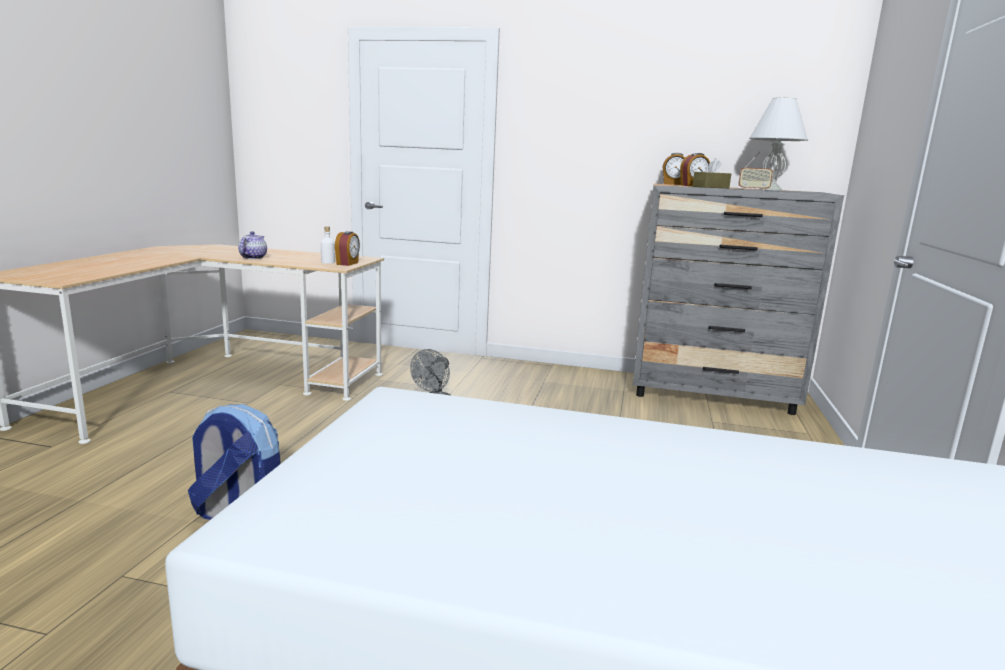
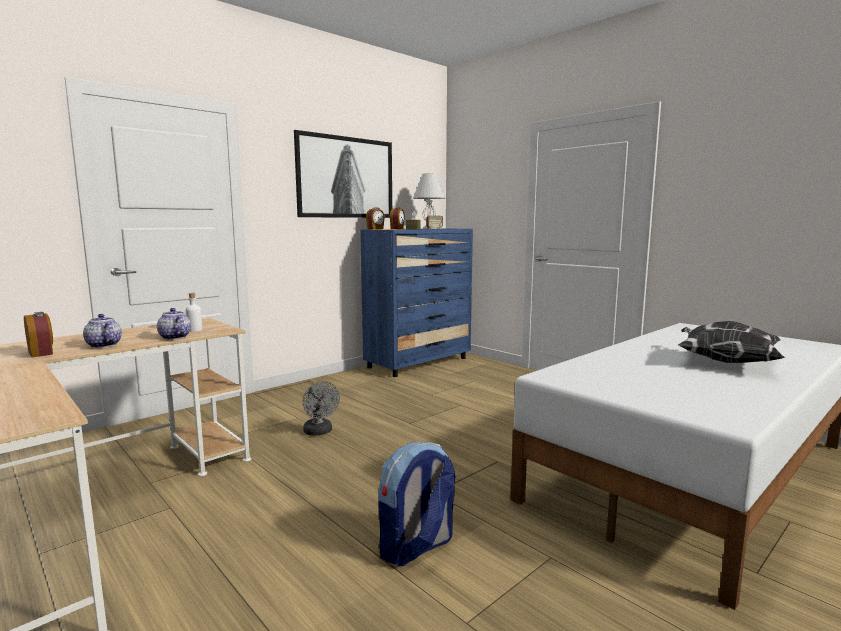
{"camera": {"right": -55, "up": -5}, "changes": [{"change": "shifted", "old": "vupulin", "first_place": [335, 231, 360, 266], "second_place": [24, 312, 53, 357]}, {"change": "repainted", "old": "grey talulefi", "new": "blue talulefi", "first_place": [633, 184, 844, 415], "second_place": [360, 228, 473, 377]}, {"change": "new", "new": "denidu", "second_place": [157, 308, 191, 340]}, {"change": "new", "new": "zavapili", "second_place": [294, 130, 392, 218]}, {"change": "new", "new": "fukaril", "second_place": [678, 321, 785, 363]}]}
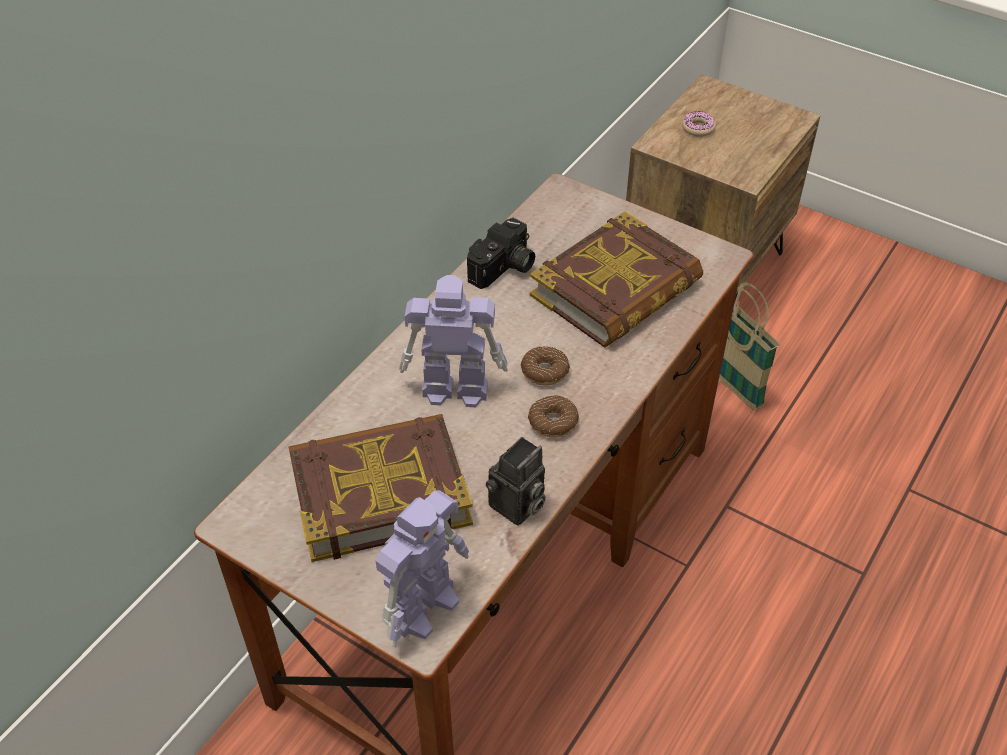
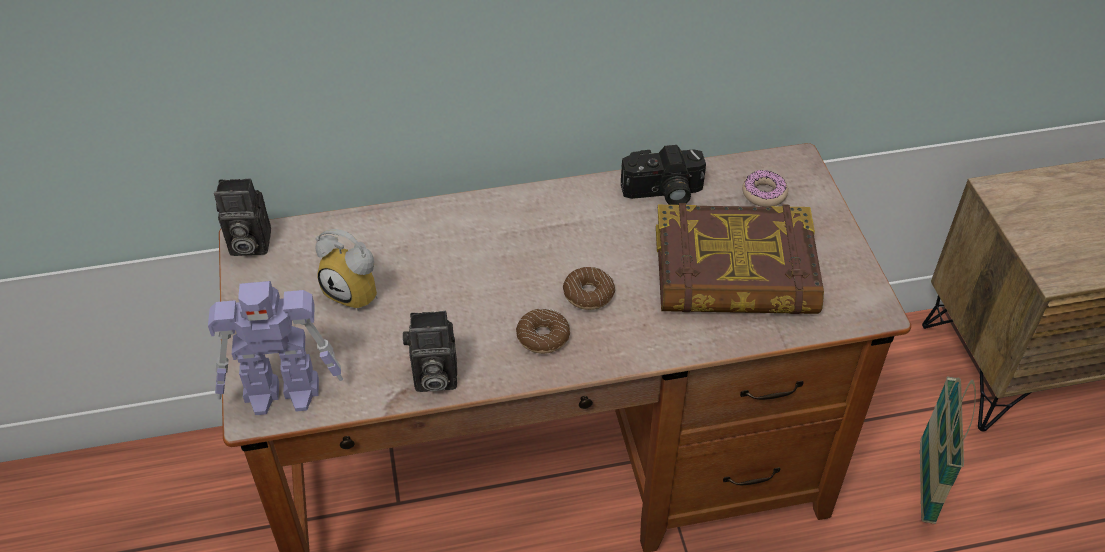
{"camera": {"right": 45, "up": 0}, "changes": [{"change": "swapped", "old": "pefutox", "new": "vupulin", "first_place": [289, 414, 473, 562], "second_place": [315, 229, 378, 311]}, {"change": "gone", "old": "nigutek", "first_place": [399, 275, 508, 408]}, {"change": "shifted", "old": "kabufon", "first_place": [682, 111, 716, 137], "second_place": [742, 170, 788, 207]}, {"change": "new", "new": "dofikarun", "second_place": [214, 178, 271, 256]}]}
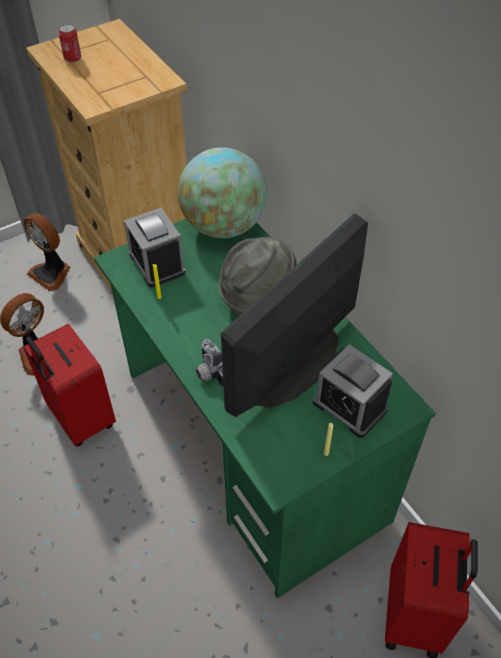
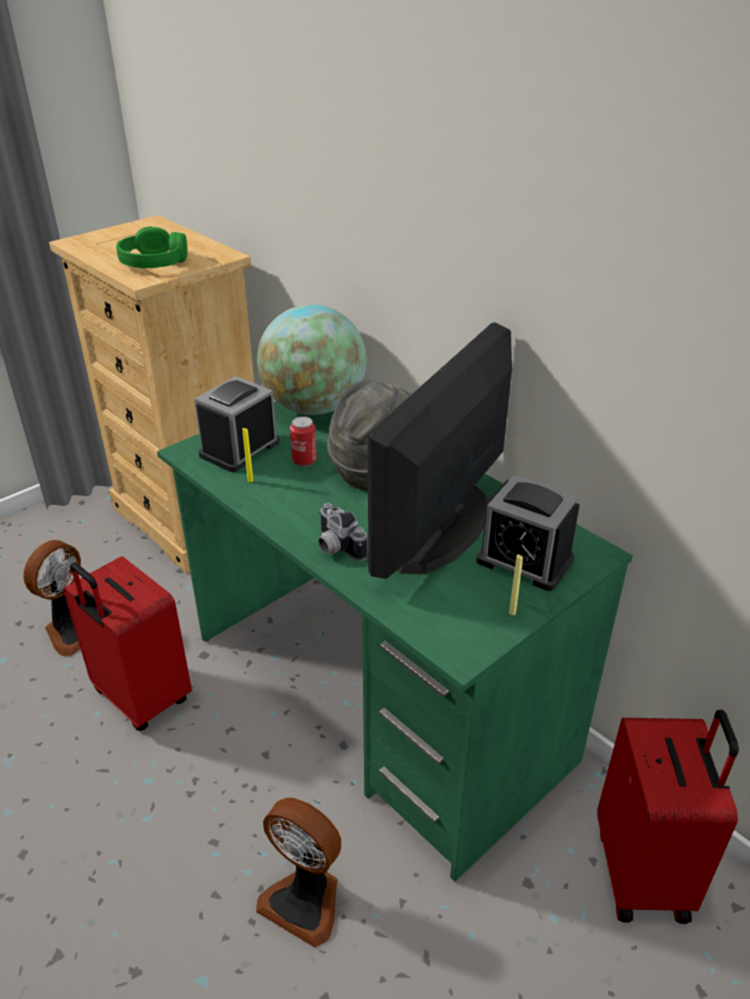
{"camera": {"right": -10, "up": -15}, "changes": [{"change": "shifted", "old": "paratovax", "first_place": [24, 213, 70, 291], "second_place": [256, 798, 341, 948]}, {"change": "shifted", "old": "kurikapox", "first_place": [58, 24, 81, 62], "second_place": [290, 416, 317, 466]}, {"change": "rotated", "old": "vupulin", "first_place": [124, 208, 185, 287], "second_place": [194, 376, 280, 472], "degrees": 75}, {"change": "new", "new": "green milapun", "second_place": [116, 226, 188, 268]}]}
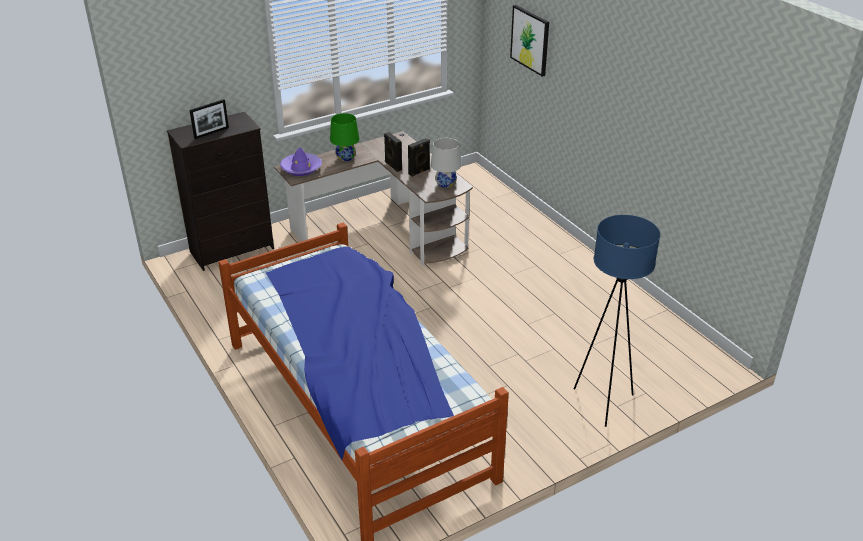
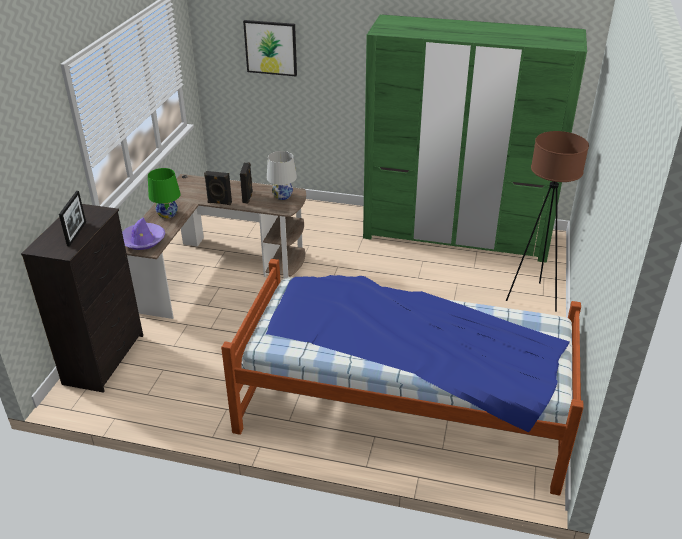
{"camera": {"right": -45, "up": 0}, "changes": [{"change": "repainted", "old": "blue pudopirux", "new": "brown pudopirux", "first_place": [574, 215, 660, 427], "second_place": [506, 131, 589, 312]}, {"change": "new", "new": "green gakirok", "second_place": [363, 15, 587, 263]}]}
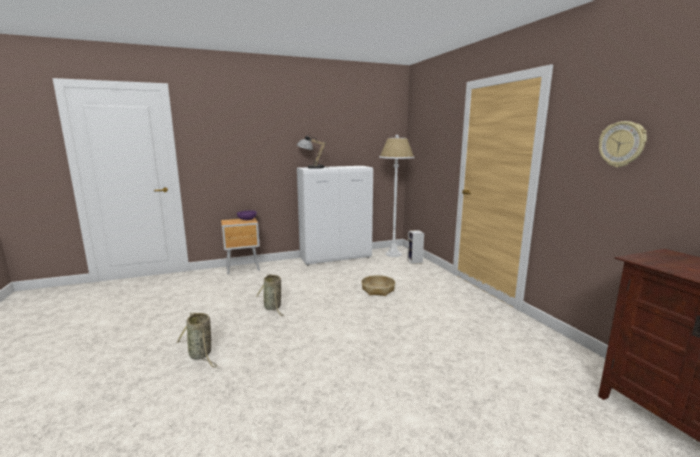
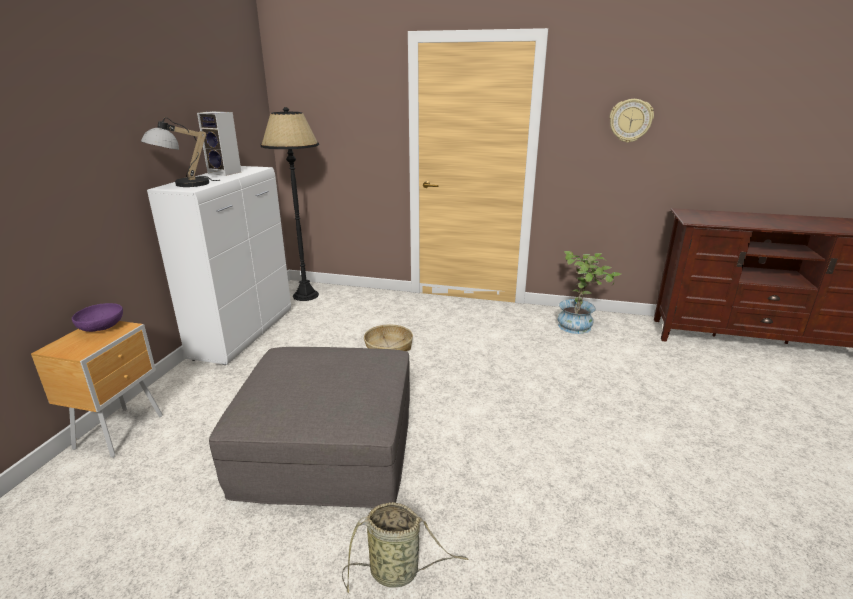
{"camera": {"right": -55, "up": 10}, "changes": [{"change": "swapped", "old": "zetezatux", "new": "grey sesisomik", "first_place": [256, 274, 284, 316], "second_place": [209, 347, 410, 508]}, {"change": "repainted", "old": "white pudopirux", "new": "black pudopirux", "first_place": [379, 135, 415, 257], "second_place": [261, 107, 319, 301]}, {"change": "shifted", "old": "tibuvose", "first_place": [407, 230, 424, 264], "second_place": [197, 111, 241, 176]}, {"change": "new", "new": "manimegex", "second_place": [558, 251, 621, 334]}]}
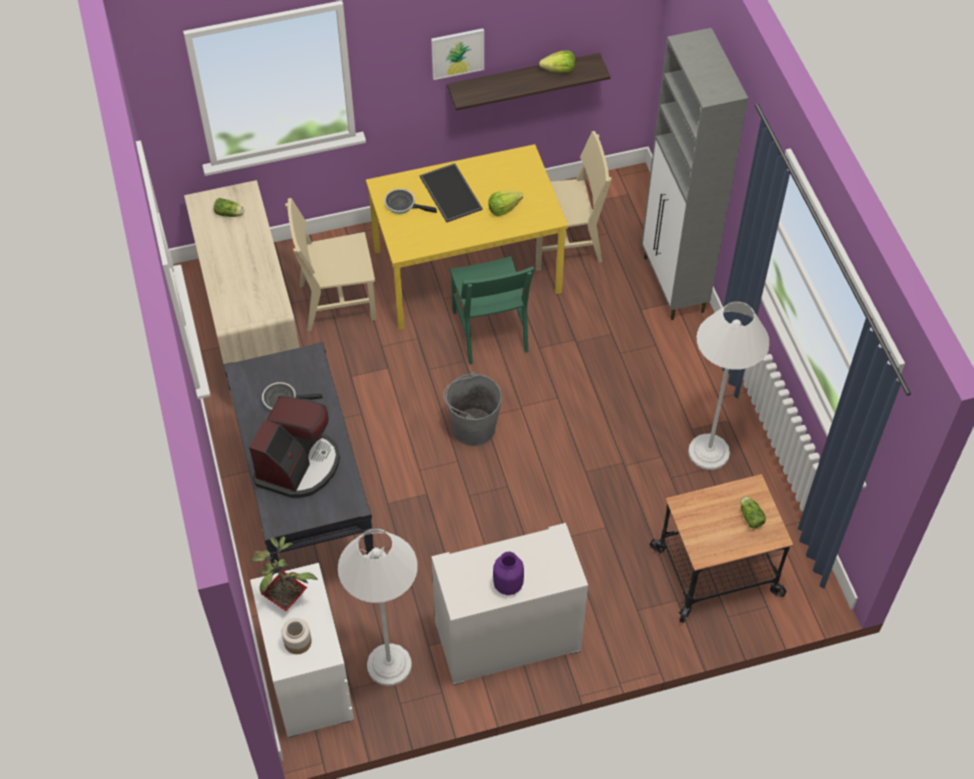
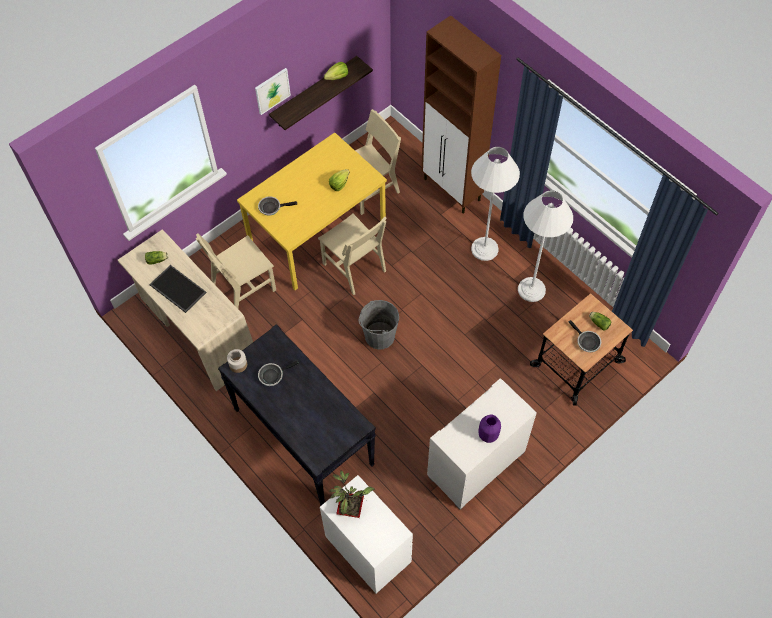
{"camera": {"right": -25, "up": 5}, "changes": [{"change": "gone", "old": "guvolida", "first_place": [249, 396, 340, 498]}, {"change": "shifted", "old": "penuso", "first_place": [282, 618, 312, 654], "second_place": [227, 349, 247, 373]}, {"change": "shifted", "old": "white pudopirux", "first_place": [338, 529, 418, 686], "second_place": [471, 147, 520, 261]}, {"change": "shifted", "old": "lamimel", "first_place": [420, 163, 483, 223], "second_place": [149, 265, 207, 313]}, {"change": "repainted", "old": "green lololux", "new": "beige lololux", "first_place": [449, 256, 534, 365], "second_place": [318, 214, 386, 295]}, {"change": "repainted", "old": "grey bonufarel", "new": "brown bonufarel", "first_place": [642, 28, 748, 320], "second_place": [422, 15, 501, 213]}, {"change": "new", "new": "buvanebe", "second_place": [569, 320, 601, 352]}]}
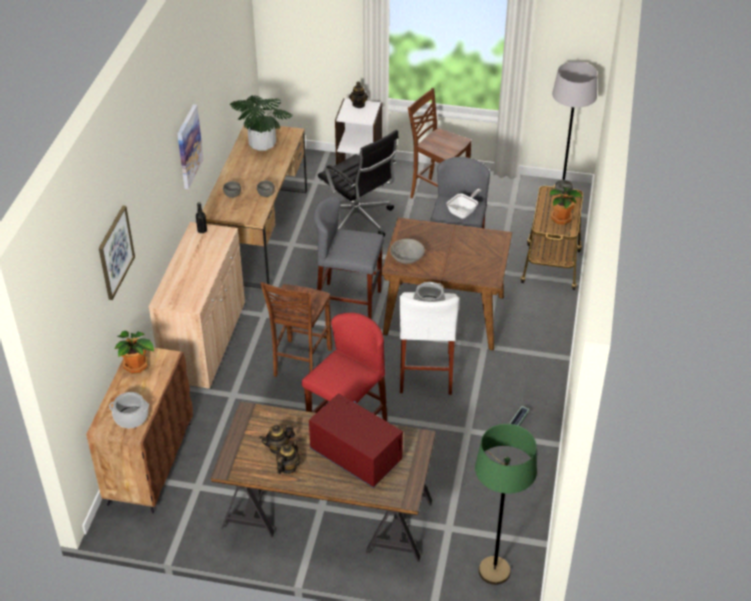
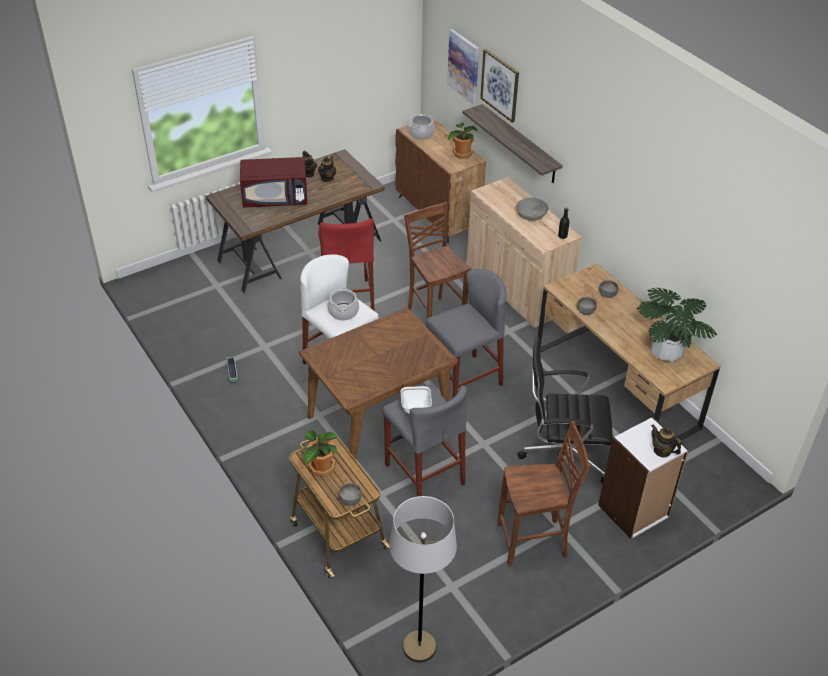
{"camera": {"right": 135, "up": 0}, "changes": [{"change": "shifted", "old": "zavapili", "first_place": [177, 104, 204, 189], "second_place": [447, 29, 479, 104]}, {"change": "shifted", "old": "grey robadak", "first_place": [390, 239, 425, 264], "second_place": [516, 197, 549, 221]}, {"change": "gone", "old": "green pudopirux", "first_place": [475, 424, 537, 585]}, {"change": "new", "new": "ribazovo", "second_place": [462, 104, 563, 183]}]}
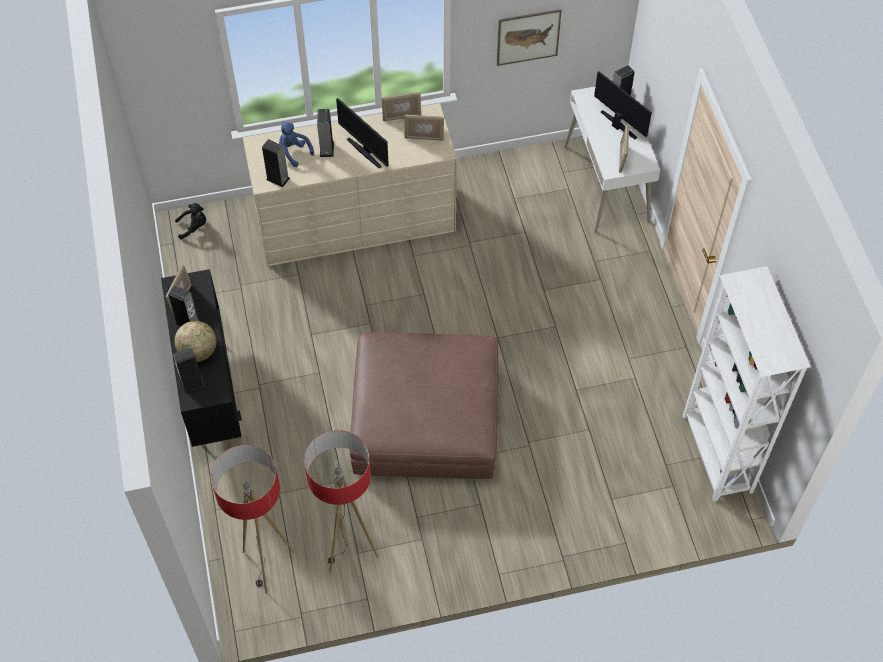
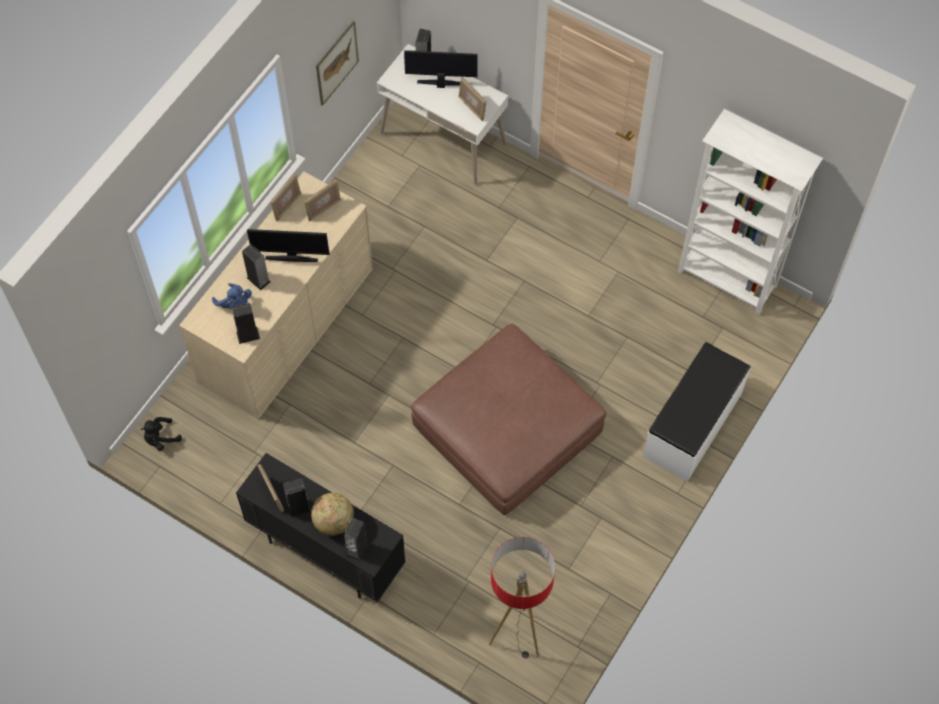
{"camera": {"right": -45, "up": 5}, "changes": [{"change": "rotated", "old": "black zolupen", "first_place": [175, 203, 206, 239], "second_place": [141, 417, 182, 451], "degrees": -150}, {"change": "rotated", "old": "blue zolupen", "first_place": [279, 122, 314, 167], "second_place": [212, 283, 252, 309], "degrees": -135}, {"change": "gone", "old": "pudopirux", "first_place": [304, 430, 378, 573]}, {"change": "new", "new": "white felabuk", "second_place": [643, 342, 751, 481]}]}
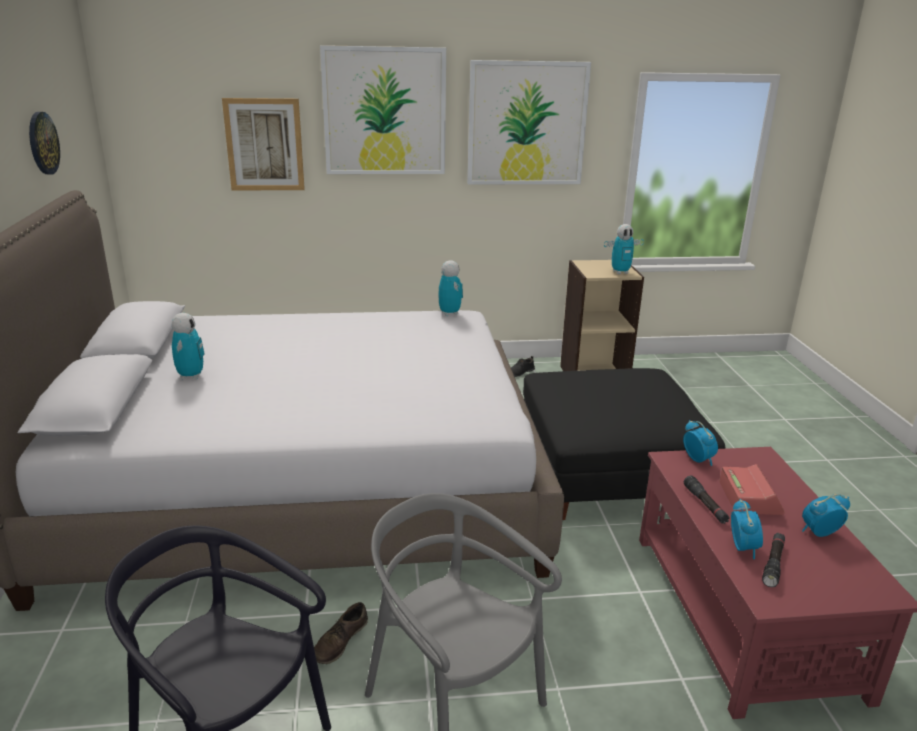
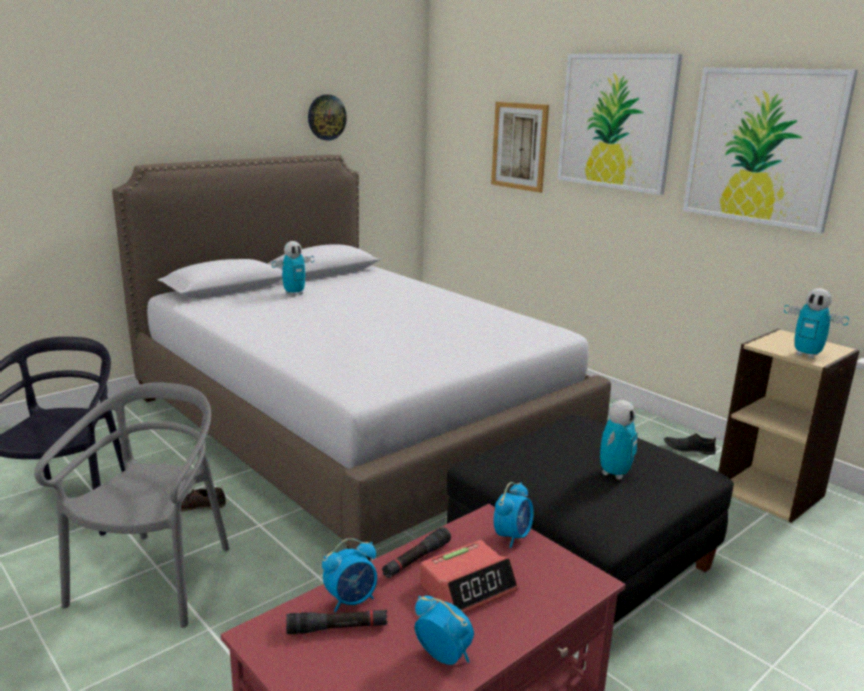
{"camera": {"right": 55, "up": -5}, "changes": [{"change": "shifted", "old": "nigutek", "first_place": [438, 260, 463, 316], "second_place": [600, 400, 638, 480]}]}
